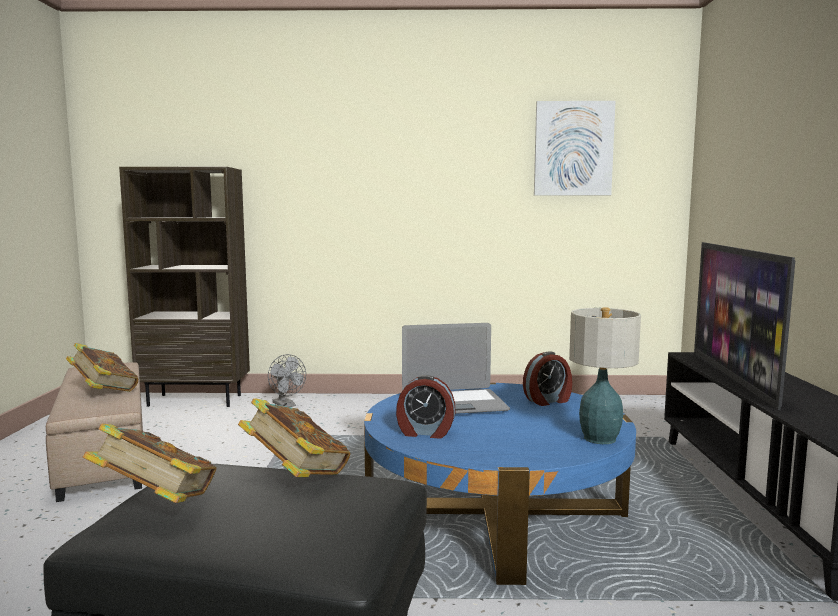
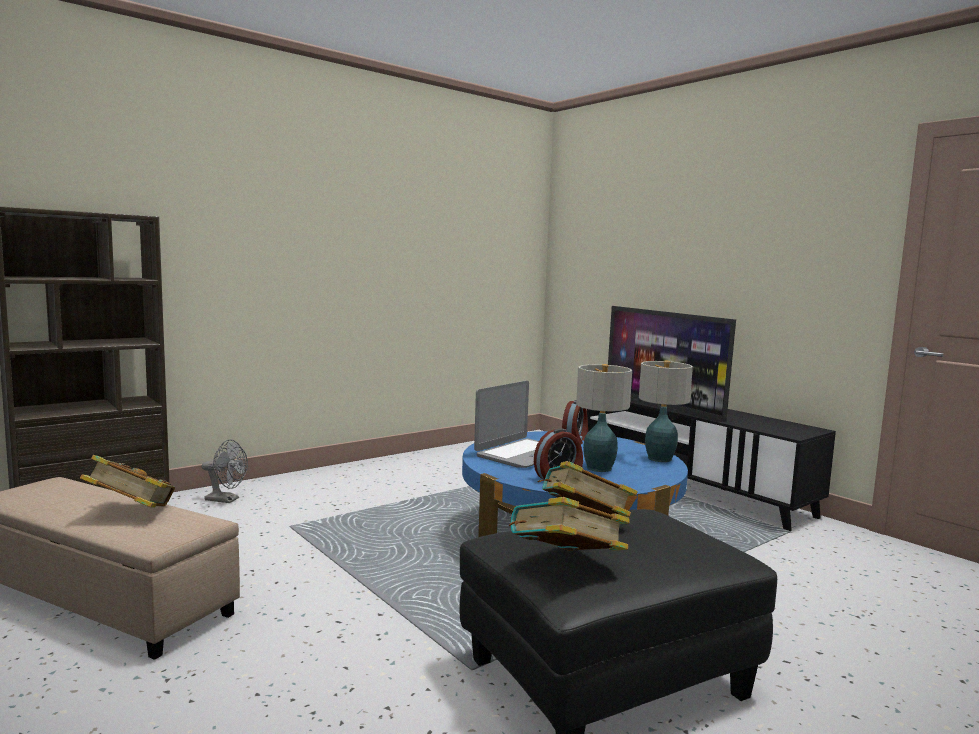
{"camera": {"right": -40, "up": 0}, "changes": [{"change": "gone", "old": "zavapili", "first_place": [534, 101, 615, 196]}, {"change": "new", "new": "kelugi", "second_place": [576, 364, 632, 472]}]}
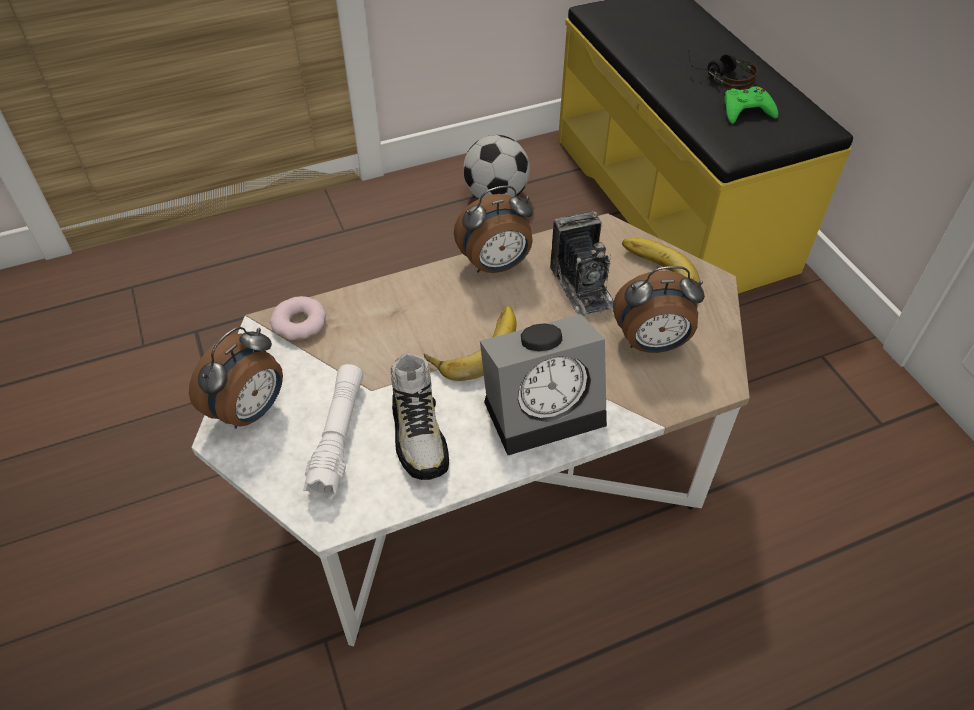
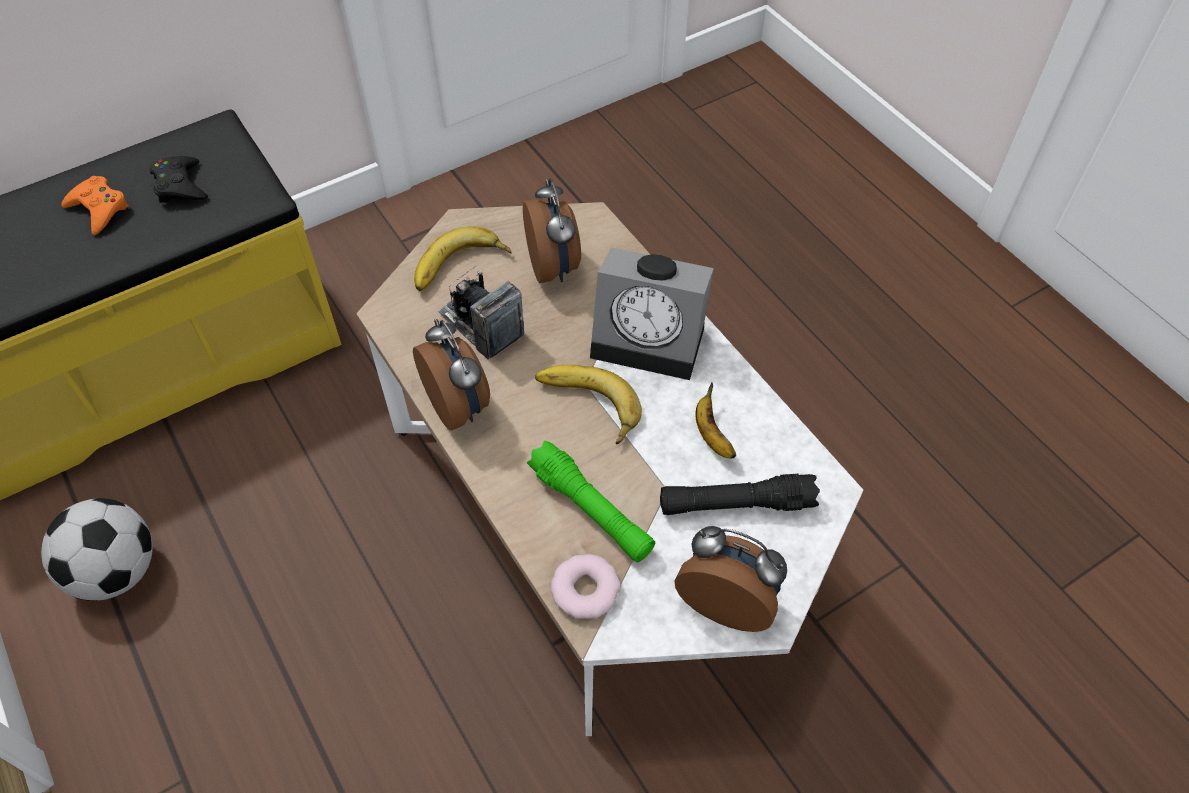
{"camera": {"right": -100, "up": 5}, "changes": [{"change": "repainted", "old": "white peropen", "new": "black peropen", "first_place": [303, 364, 363, 500], "second_place": [660, 474, 820, 515]}, {"change": "swapped", "old": "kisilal", "new": "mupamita", "first_place": [390, 353, 449, 480], "second_place": [696, 382, 736, 458]}, {"change": "rotated", "old": "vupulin", "first_place": [480, 314, 607, 455], "second_place": [590, 247, 714, 380], "degrees": 135}, {"change": "rotated", "old": "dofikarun", "first_place": [550, 211, 614, 316], "second_place": [438, 266, 524, 359], "degrees": -105}, {"change": "swapped", "old": "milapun", "new": "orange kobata", "first_place": [687, 45, 758, 90], "second_place": [61, 176, 129, 235]}, {"change": "repainted", "old": "green kobata", "new": "black kobata", "first_place": [724, 87, 778, 124], "second_place": [149, 156, 208, 203]}, {"change": "new", "new": "green peropen", "second_place": [527, 441, 655, 562]}]}
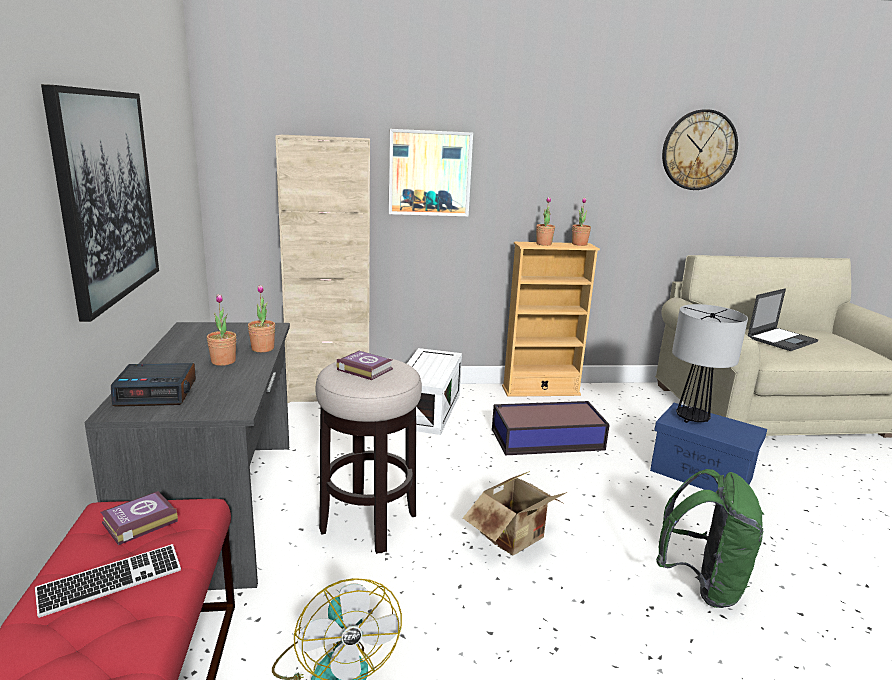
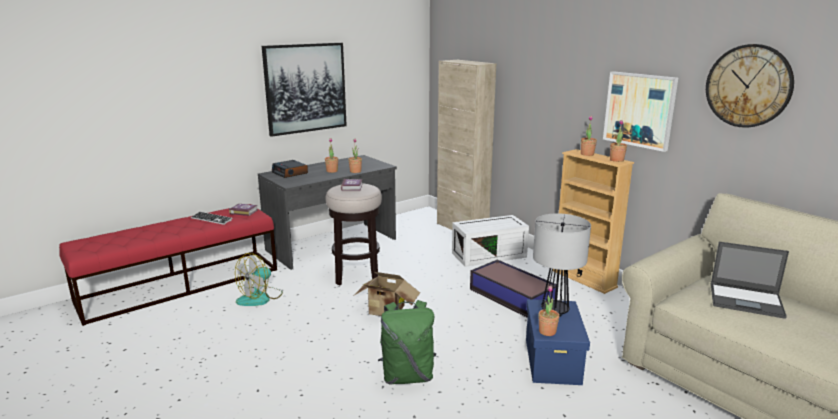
{"camera": {"right": 60, "up": 0}, "changes": [{"change": "shifted", "old": "zavapili", "first_place": [389, 129, 473, 216], "second_place": [603, 71, 678, 152]}, {"change": "new", "new": "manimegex", "second_place": [538, 286, 559, 336]}]}
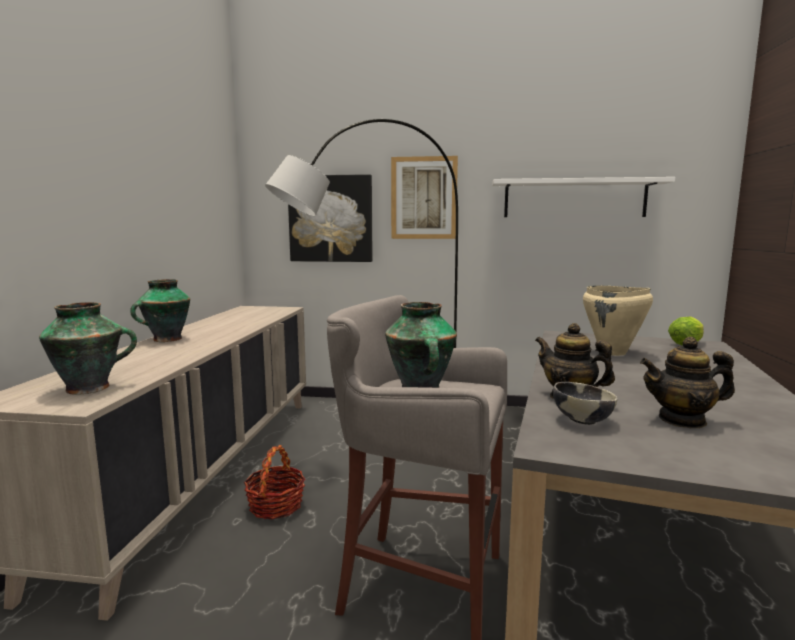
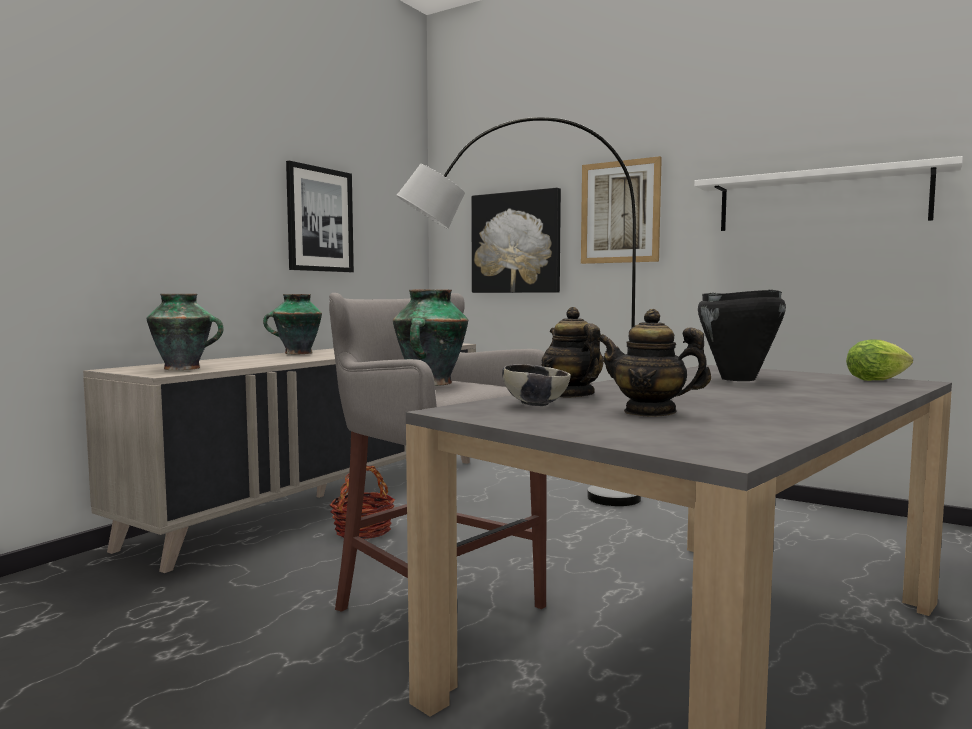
{"camera": {"right": 25, "up": -5}, "changes": [{"change": "repainted", "old": "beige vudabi", "new": "black vudabi", "first_place": [583, 286, 653, 356], "second_place": [698, 290, 786, 381]}, {"change": "new", "new": "zavapili", "second_place": [286, 161, 354, 272]}]}
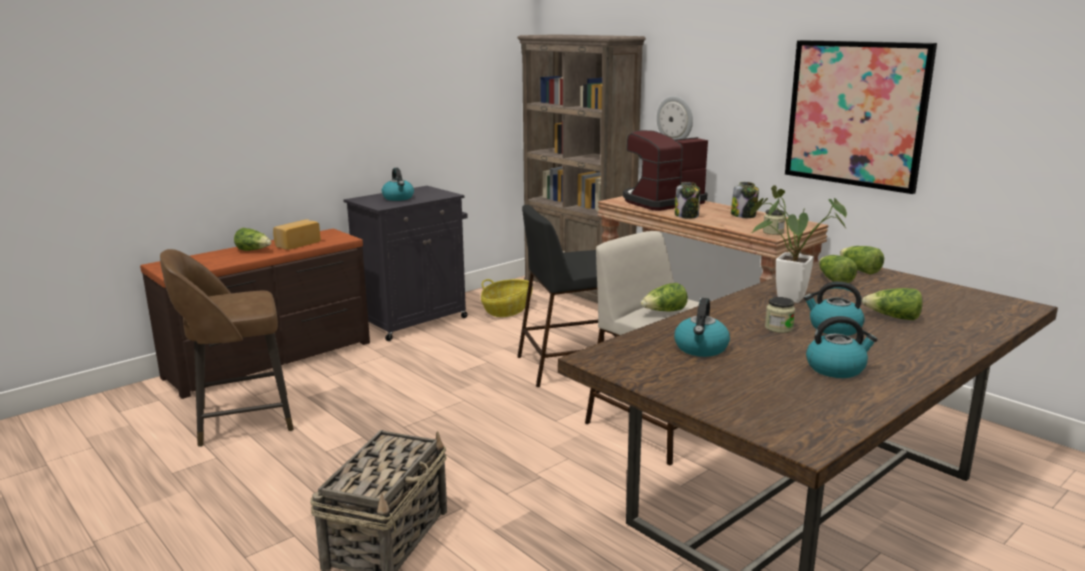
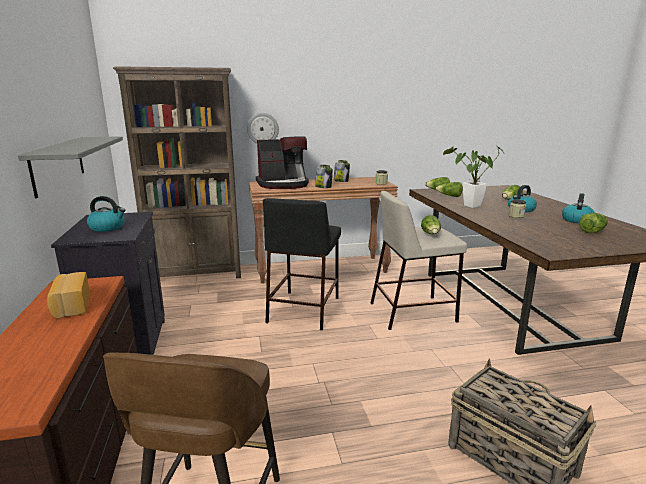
{"camera": {"right": -60, "up": 0}, "changes": [{"change": "shifted", "old": "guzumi", "first_place": [234, 228, 271, 251], "second_place": [579, 213, 608, 234]}, {"change": "gone", "old": "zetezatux", "first_place": [481, 279, 533, 317]}, {"change": "rotated", "old": "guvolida", "first_place": [623, 130, 708, 211], "second_place": [256, 136, 309, 189], "degrees": -105}, {"change": "gone", "old": "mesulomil", "first_place": [674, 298, 730, 357]}, {"change": "gone", "old": "zavapili", "first_place": [785, 40, 937, 194]}, {"change": "new", "new": "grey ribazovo", "second_place": [18, 136, 123, 198]}]}
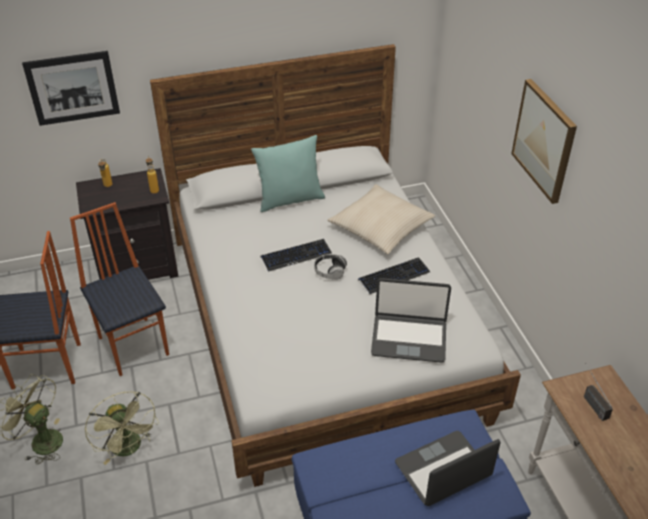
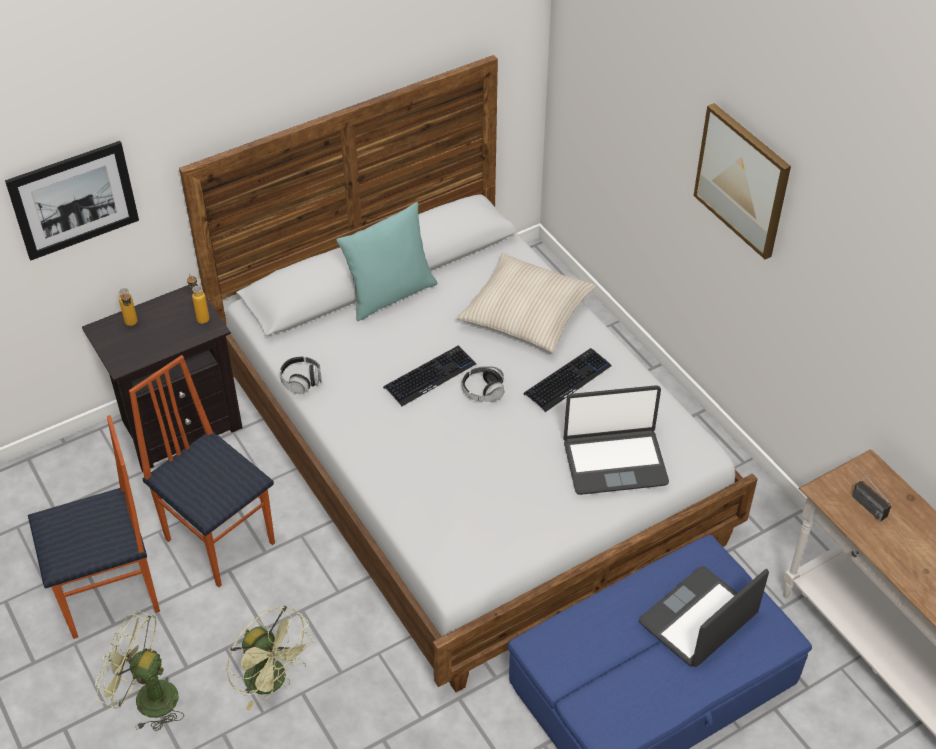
{"camera": {"right": -15, "up": 5}, "changes": [{"change": "new", "new": "milapun", "second_place": [280, 356, 322, 394]}]}
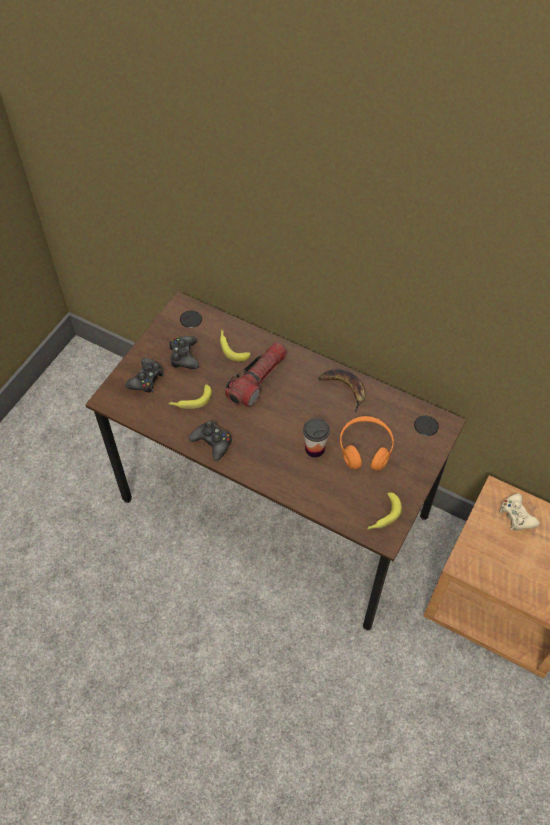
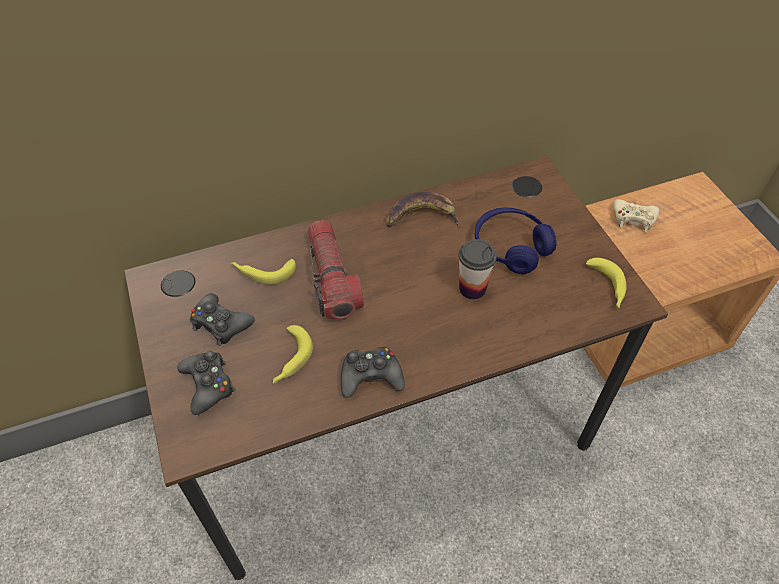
{"camera": {"right": -50, "up": -5}, "changes": [{"change": "repainted", "old": "orange milapun", "new": "blue milapun", "first_place": [340, 416, 394, 471], "second_place": [475, 207, 557, 274]}]}
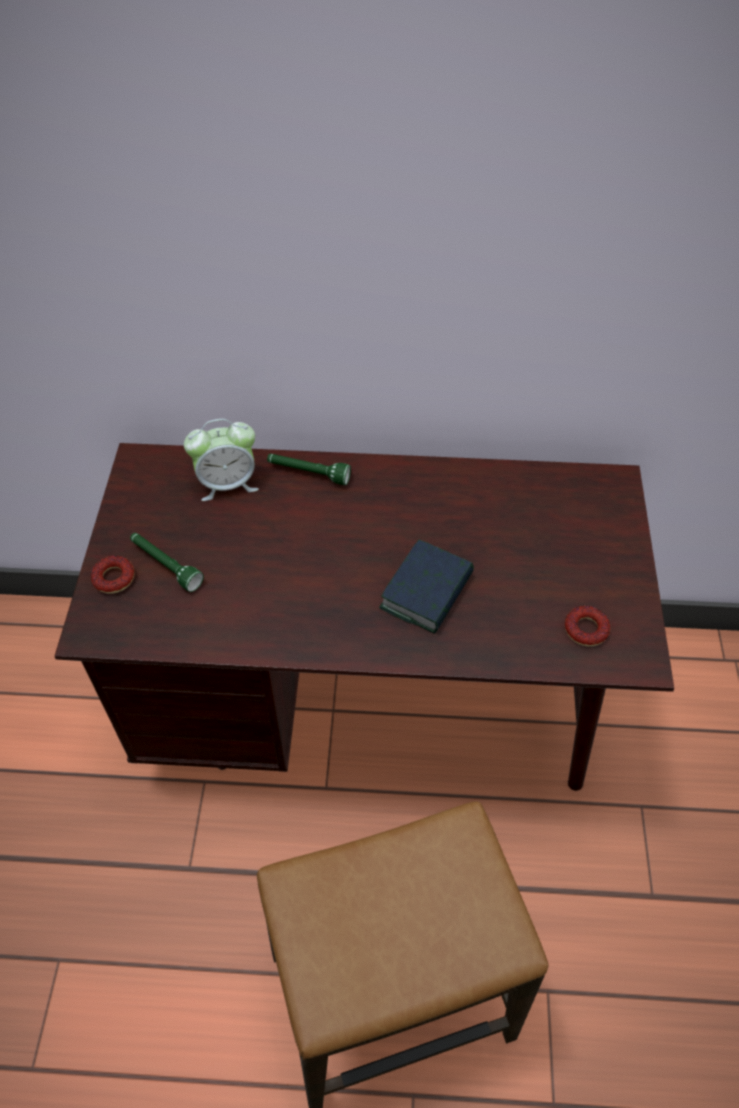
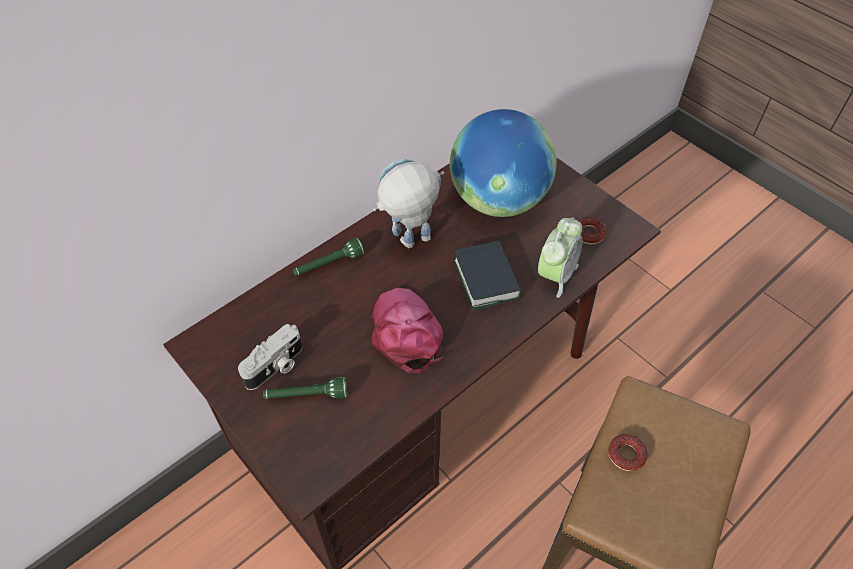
{"camera": {"right": -45, "up": 0}, "changes": [{"change": "shifted", "old": "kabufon", "first_place": [91, 555, 135, 594], "second_place": [608, 434, 647, 471]}, {"change": "shifted", "old": "vupulin", "first_place": [184, 419, 259, 501], "second_place": [538, 217, 583, 298]}, {"change": "new", "new": "dofikarun", "second_place": [238, 324, 302, 390]}, {"change": "new", "new": "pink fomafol", "second_place": [372, 288, 443, 373]}, {"change": "new", "new": "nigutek", "second_place": [373, 158, 444, 248]}, {"change": "new", "new": "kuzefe", "second_place": [450, 109, 557, 217]}]}
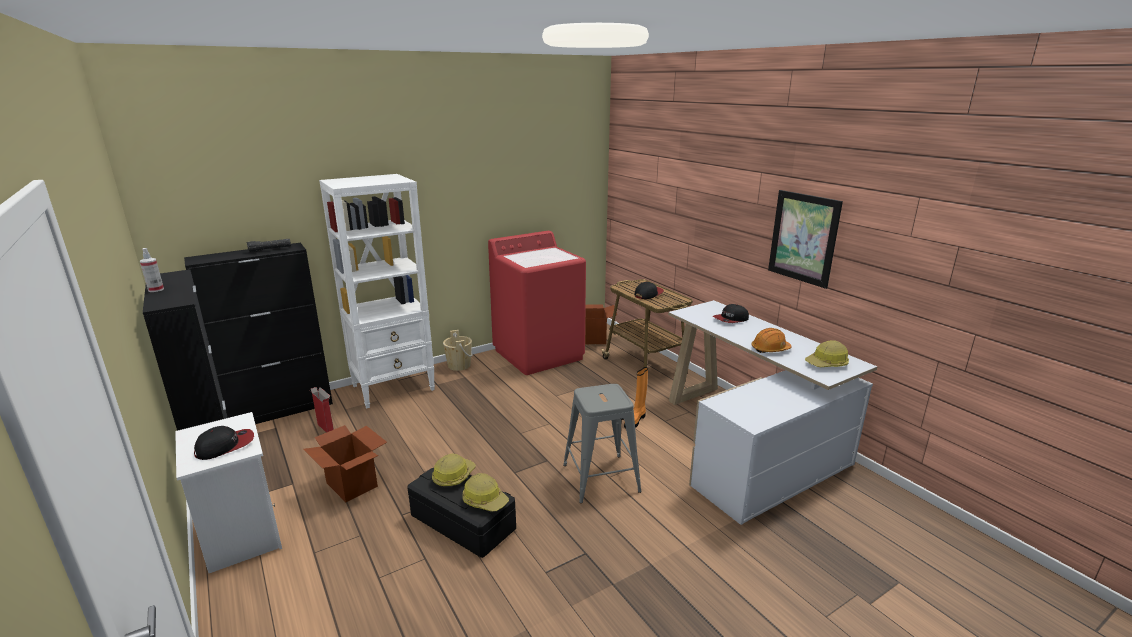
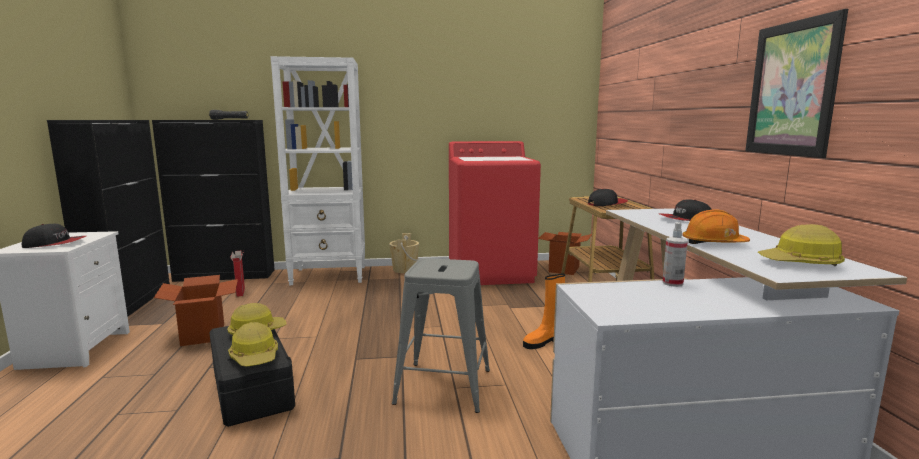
{"camera": {"right": 25, "up": -10}, "changes": [{"change": "shifted", "old": "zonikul", "first_place": [140, 248, 164, 292], "second_place": [662, 222, 688, 287]}]}
